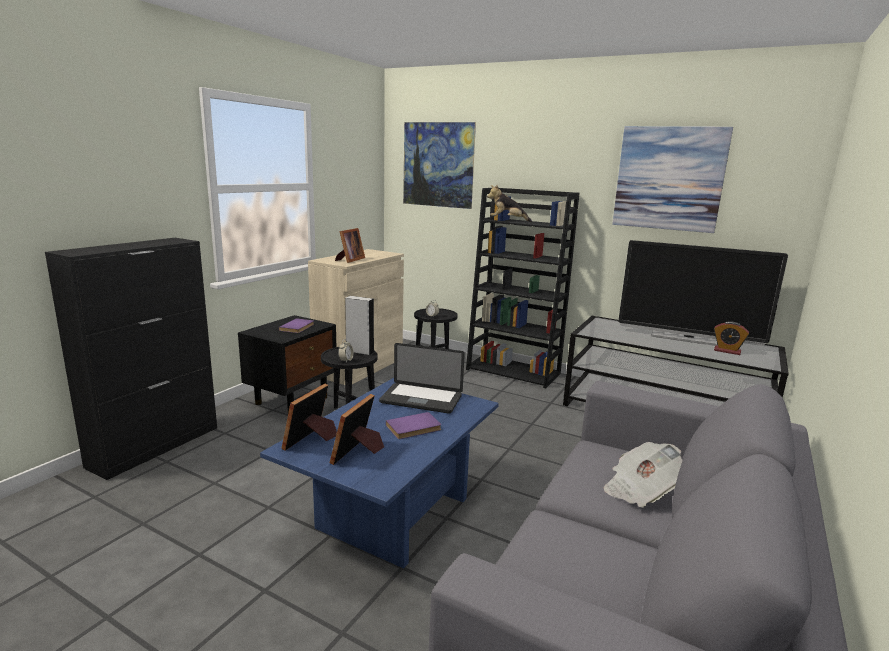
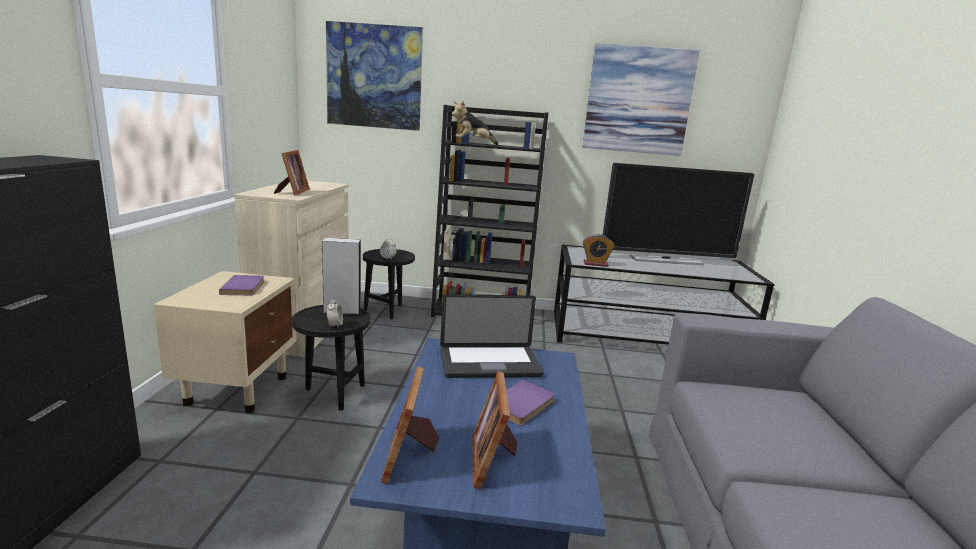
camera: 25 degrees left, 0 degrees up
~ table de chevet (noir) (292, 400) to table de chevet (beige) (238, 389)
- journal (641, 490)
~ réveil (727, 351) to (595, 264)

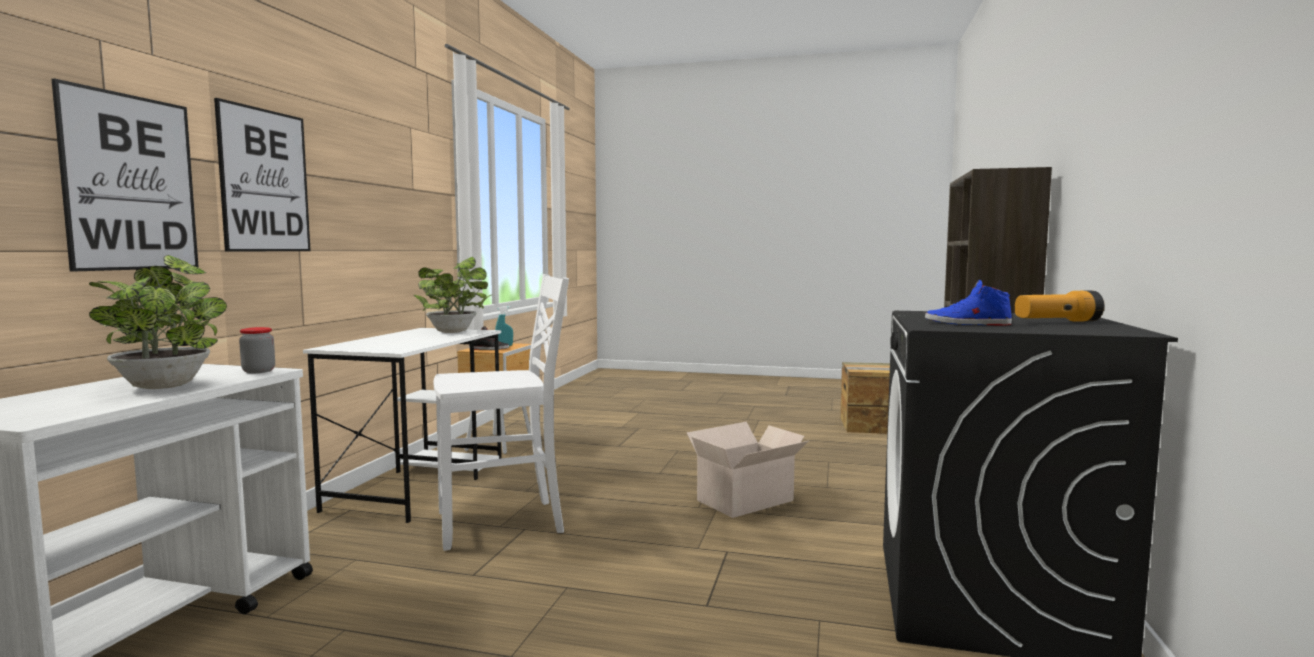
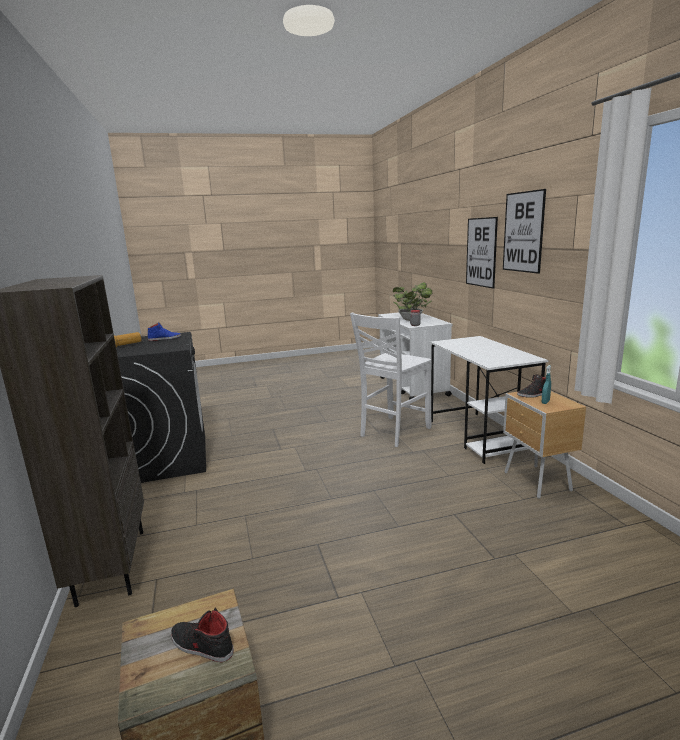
camera: 150 degrees right, 10 degrees up
~ tableau (131, 183) to (523, 232)
- plante en pot (454, 332)
- carton (747, 500)
+ chaussure (noir) (201, 645)

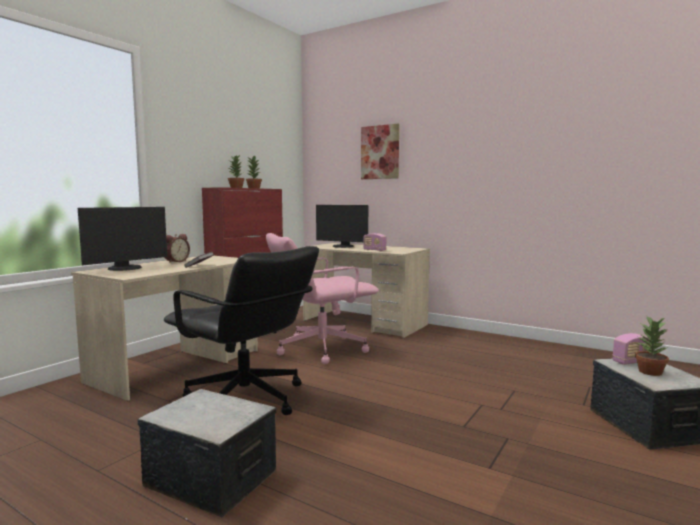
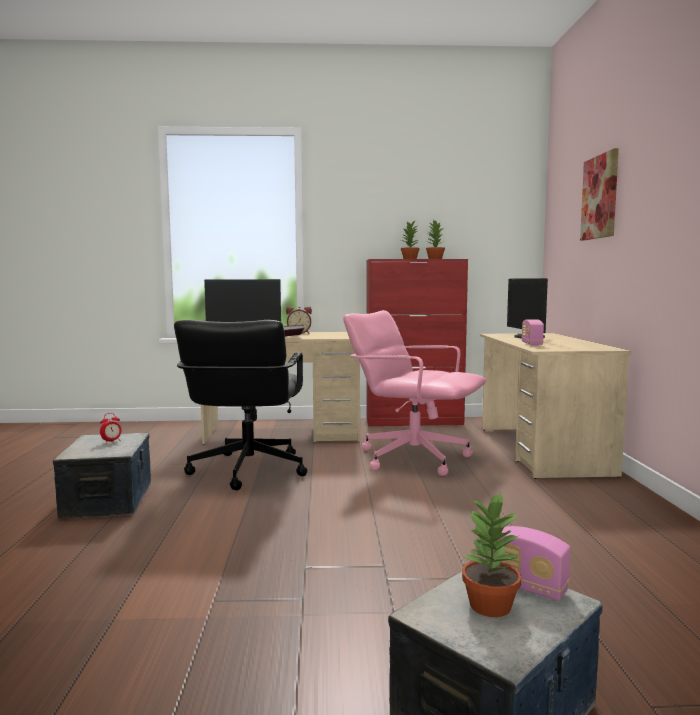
camera: 55 degrees right, 0 degrees up
+ réveil (111, 442)

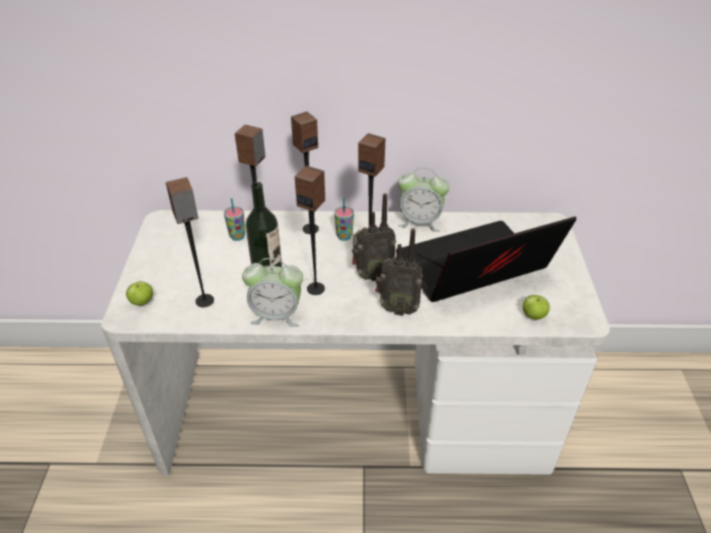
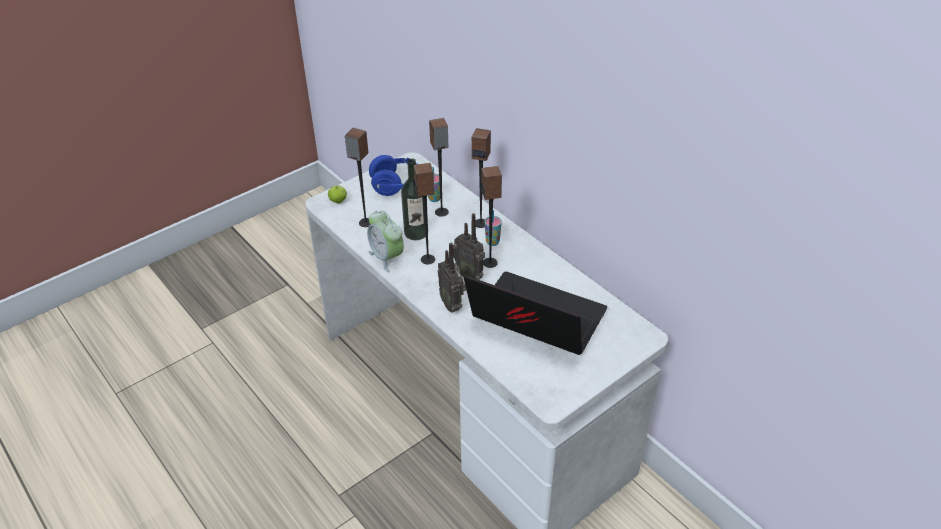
camera: 50 degrees right, 0 degrees up
- réveil (420, 221)
- pomme (533, 316)
+ casque audio (bleu) (396, 186)

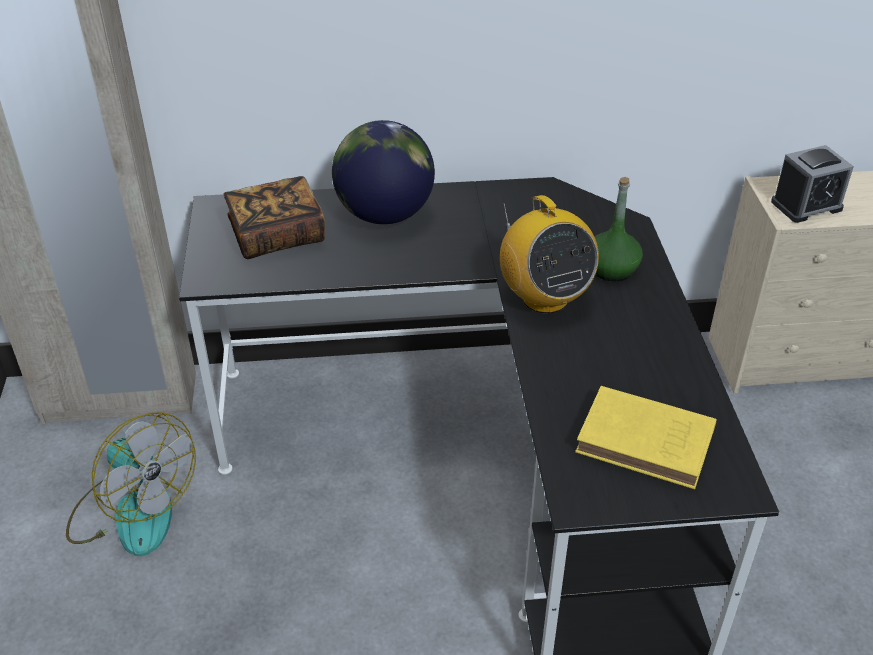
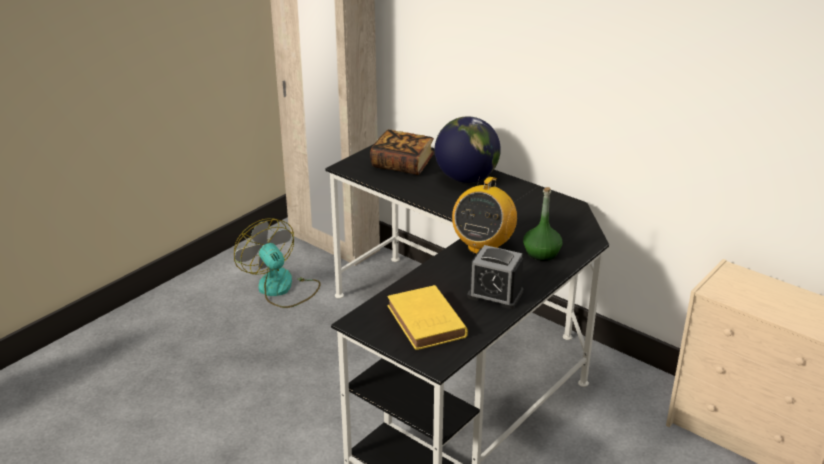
camera: 45 degrees right, 10 degrees down
~ ventilateur (133, 511) = (281, 289) 150 degrees clockwise
~ réveil (806, 205) to (495, 294)

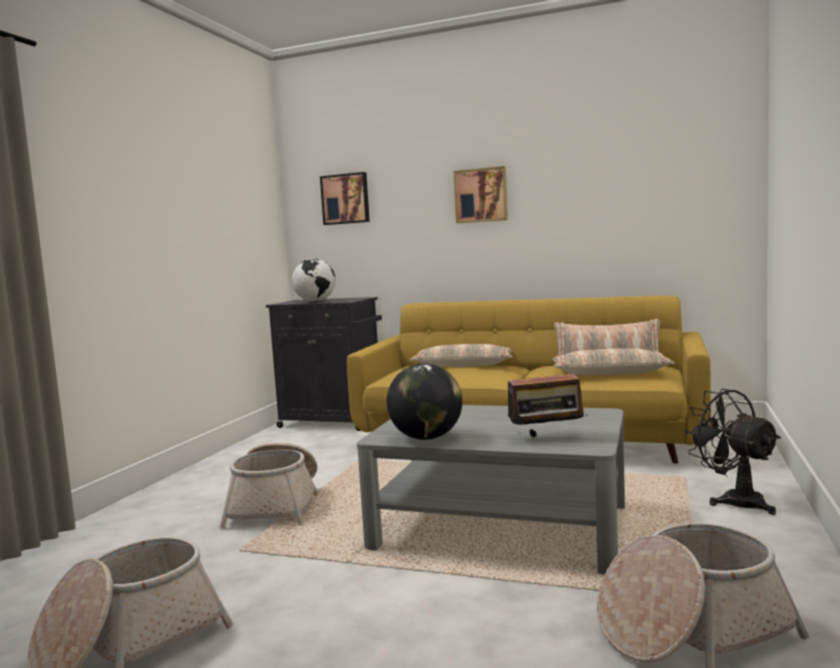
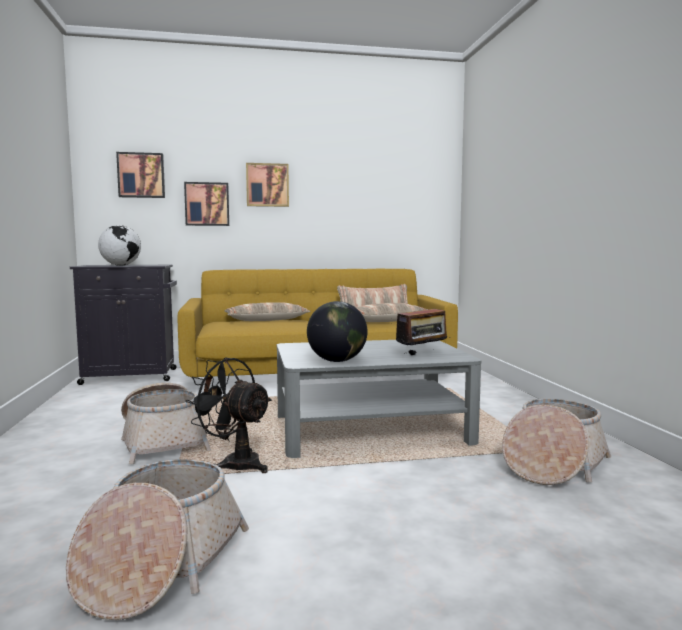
camera: 30 degrees left, 0 degrees up
~ ventilateur (noir) (734, 500) to (235, 463)
+ tableau (207, 204)

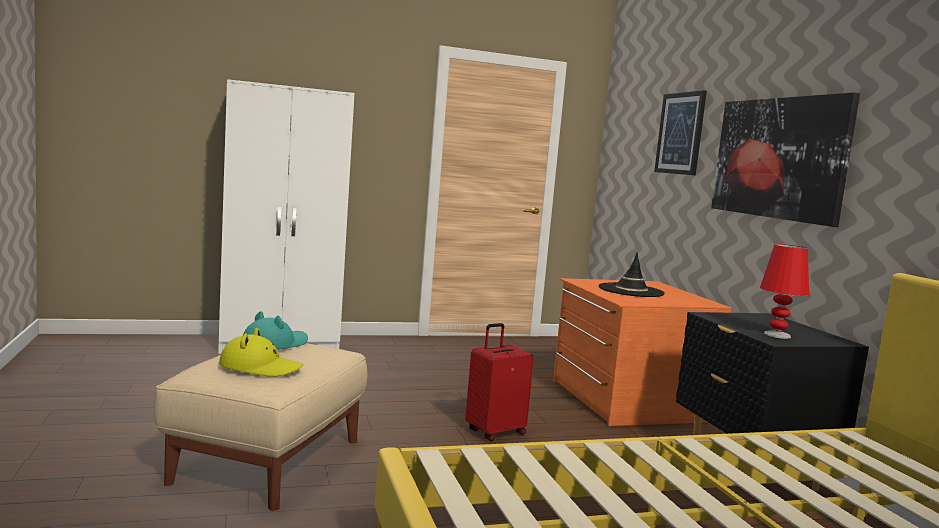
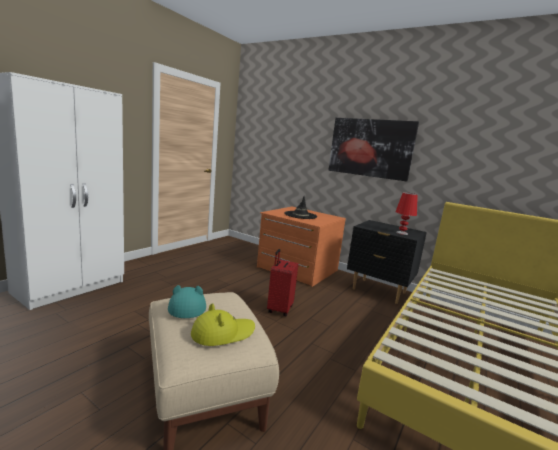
camera: 40 degrees left, 5 degrees up
- tableau (680, 133)

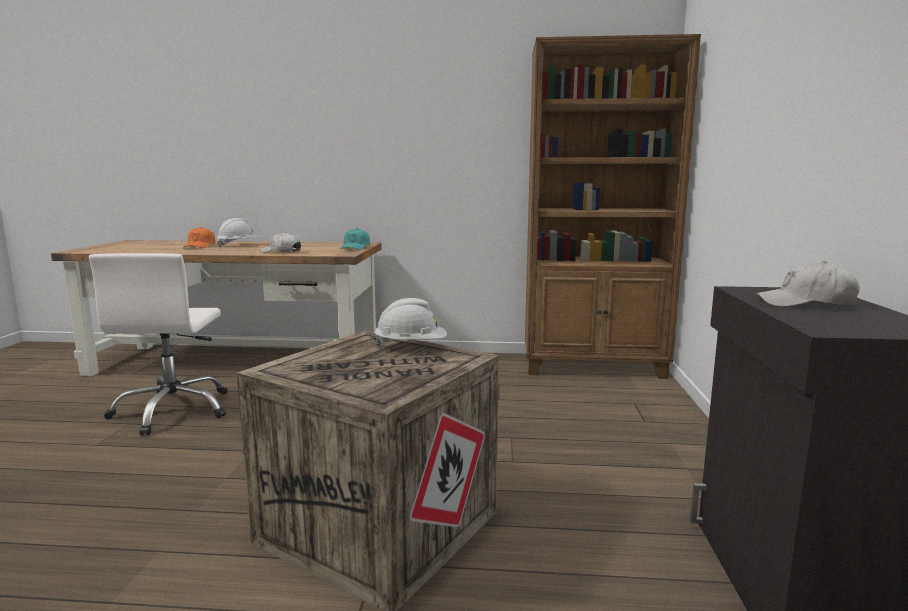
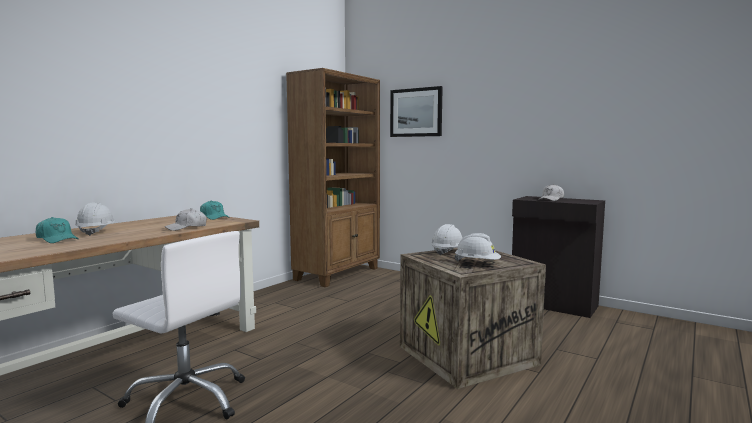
camera: 60 degrees left, 5 degrees down
~ casquette (orange) (200, 246) to casquette (turquoise) (57, 239)
+ tableau (416, 112)
+ casque de chantier (blanc) (477, 263)

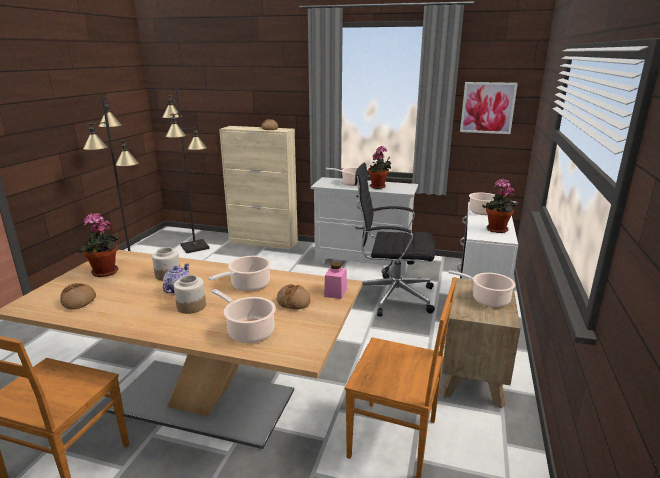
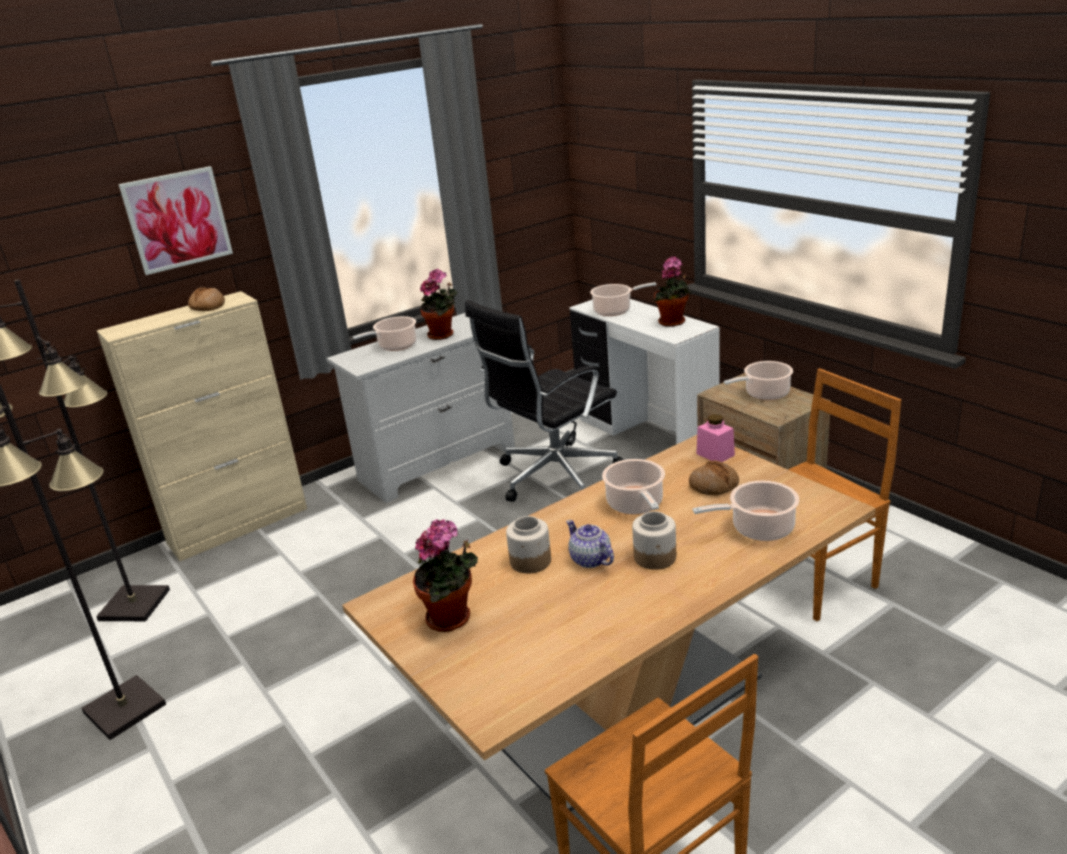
camera: 50 degrees left, 5 degrees up
- pain (79, 301)
~ tableau (487, 108) to (177, 220)

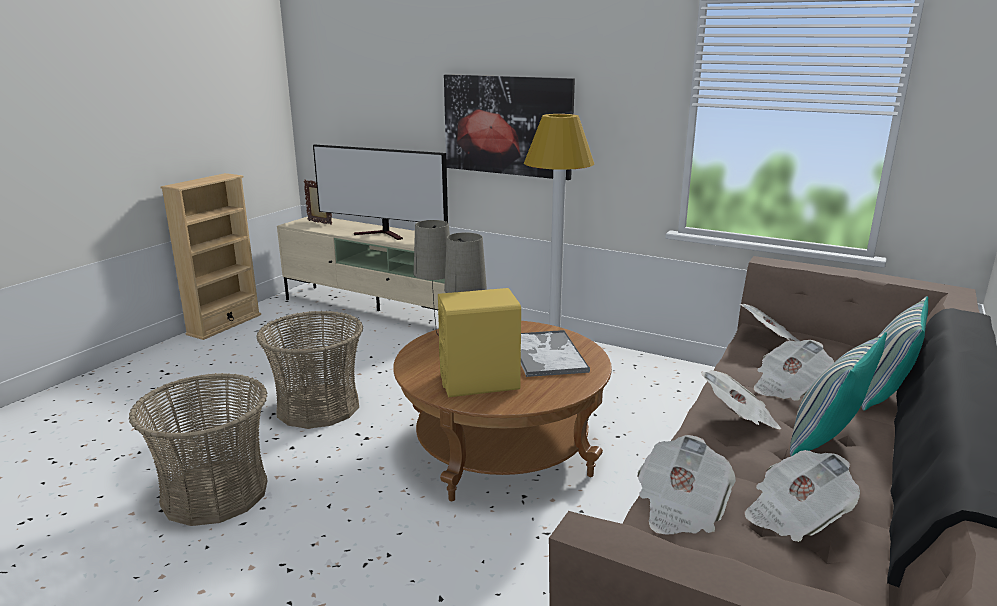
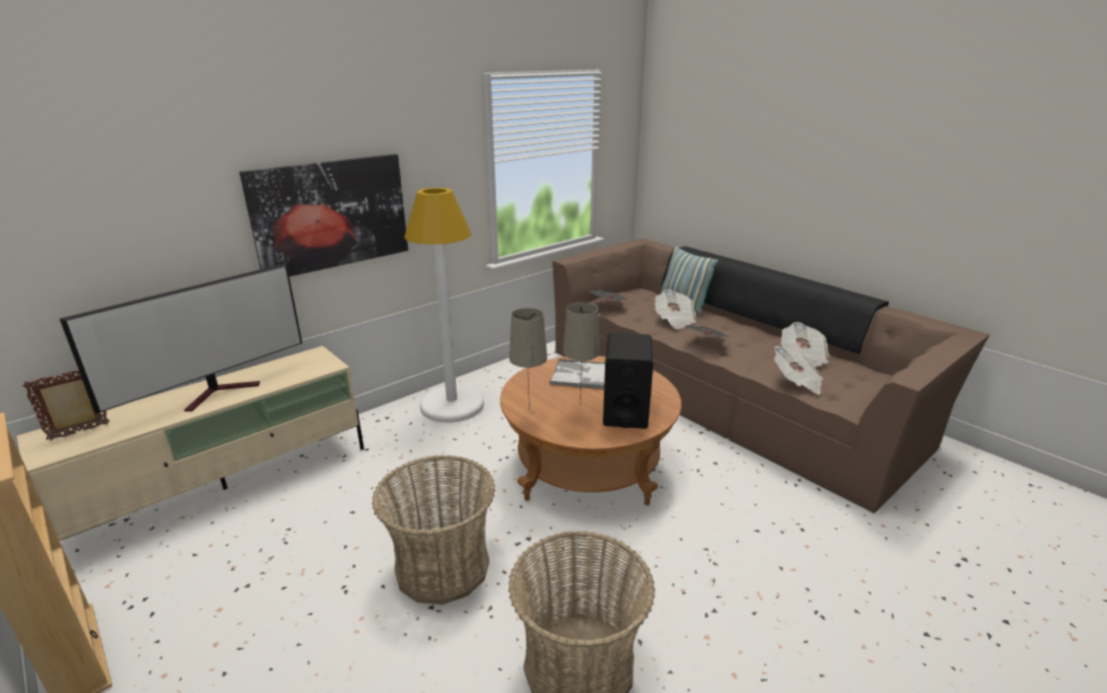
camera: 70 degrees left, 5 degrees up
~ enceinte (jaune) (480, 382) to enceinte (noir) (625, 411)
- coussin (825, 440)

